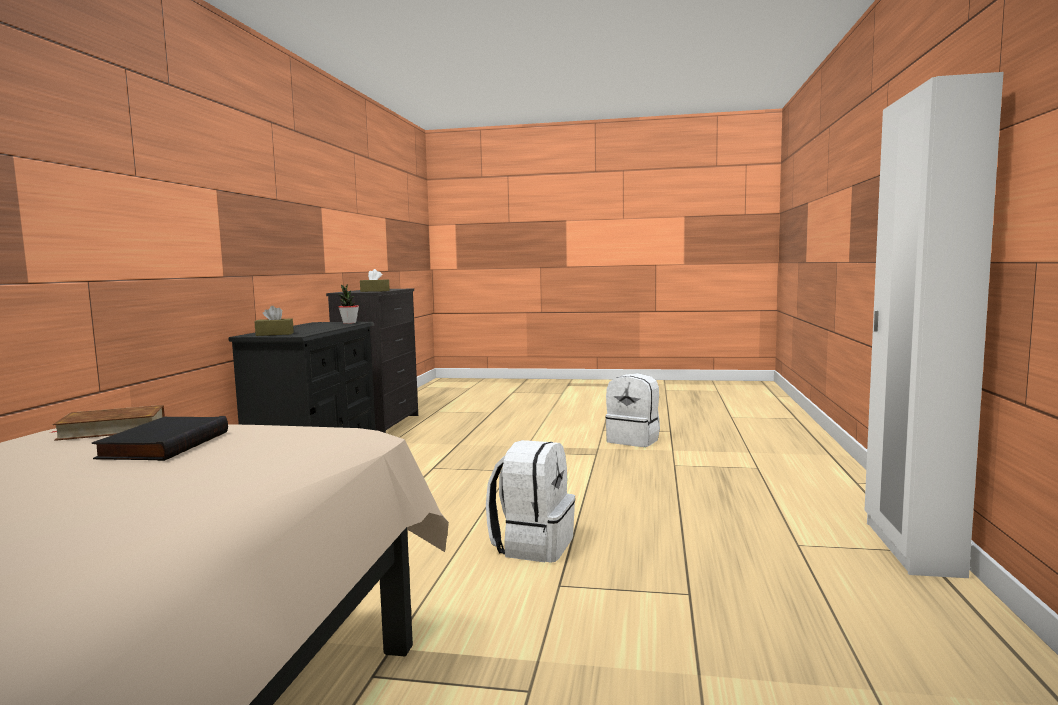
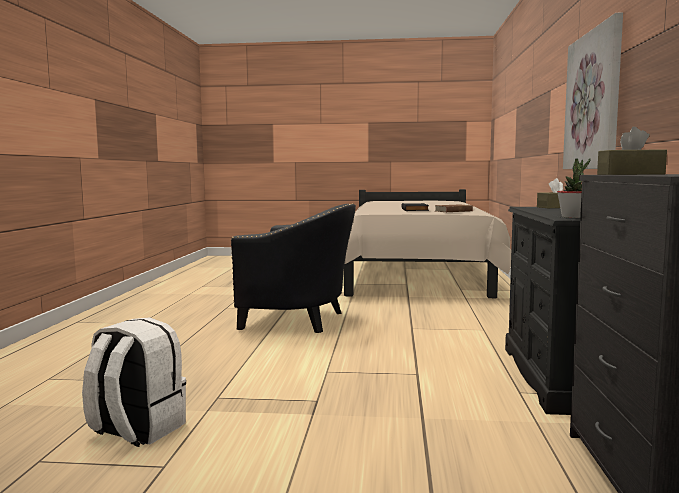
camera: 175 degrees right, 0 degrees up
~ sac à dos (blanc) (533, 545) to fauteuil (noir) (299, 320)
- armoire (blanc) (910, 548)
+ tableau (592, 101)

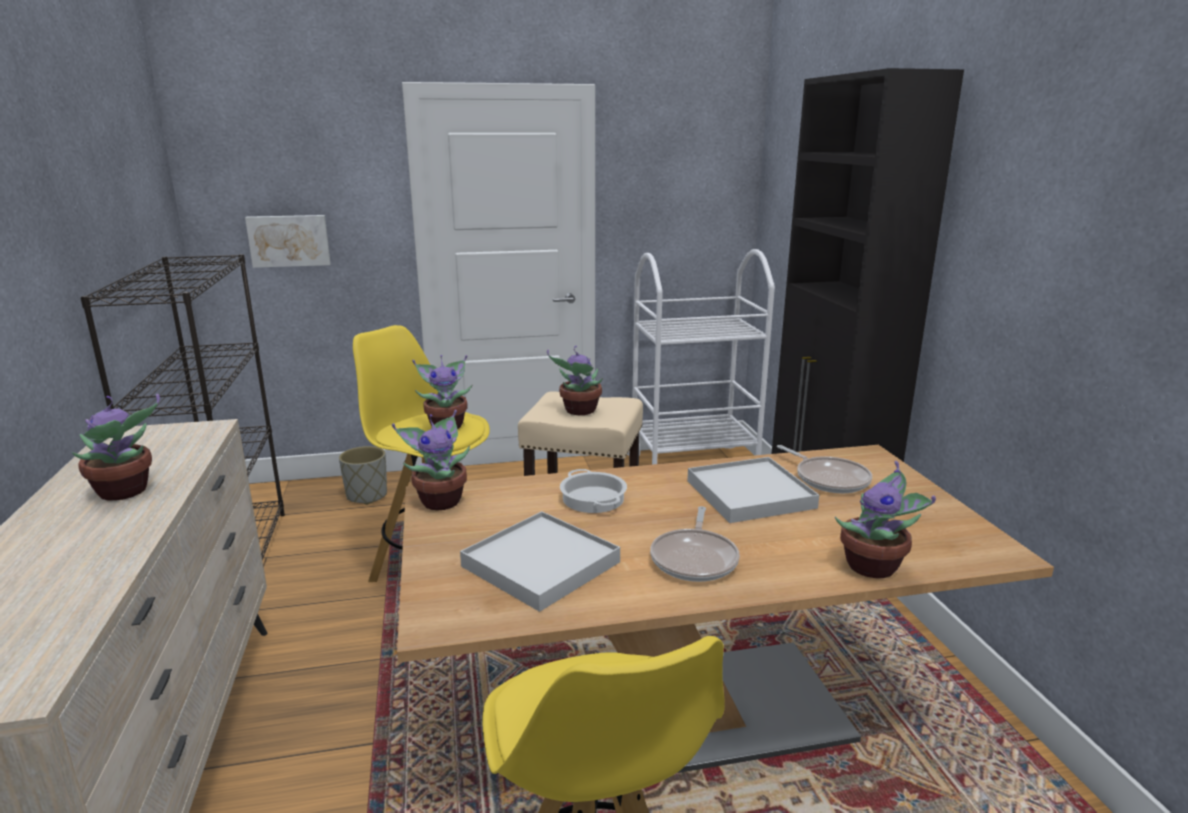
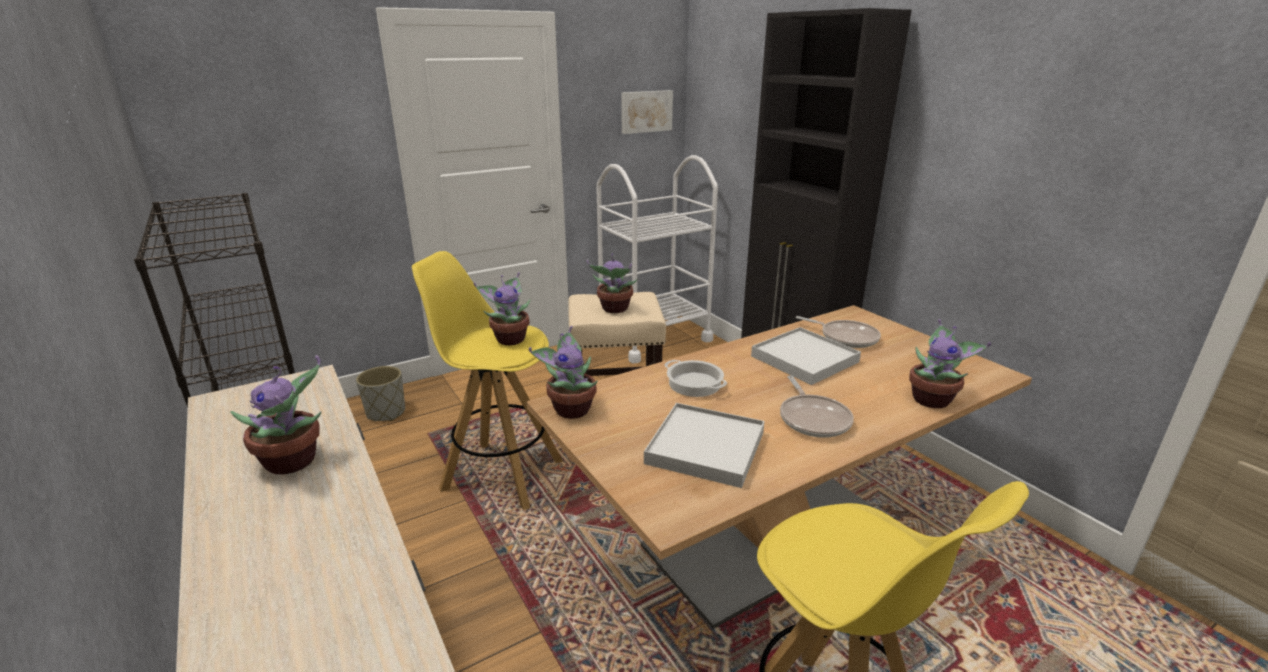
camera: 20 degrees left, 5 degrees up
~ tableau (289, 240) to (645, 111)

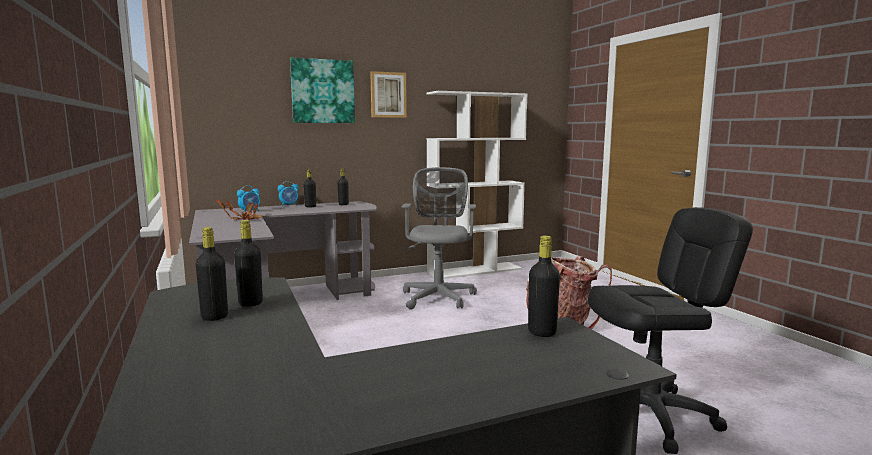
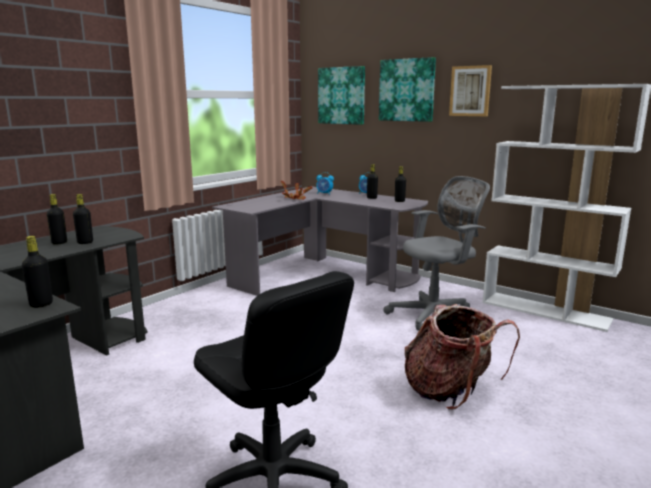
camera: 60 degrees right, 5 degrees up
+ tableau (341, 95)

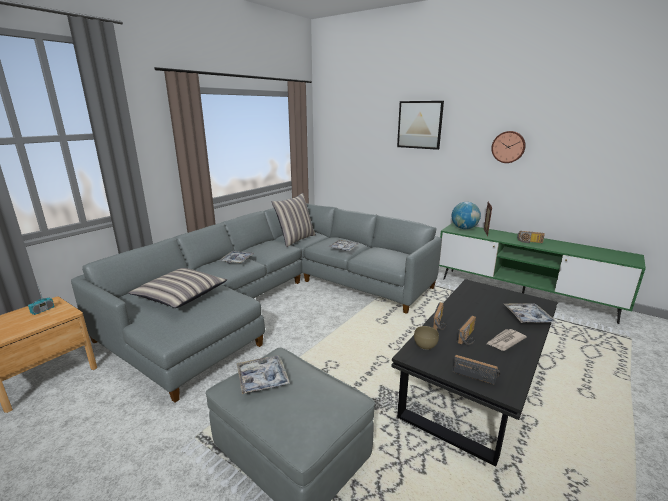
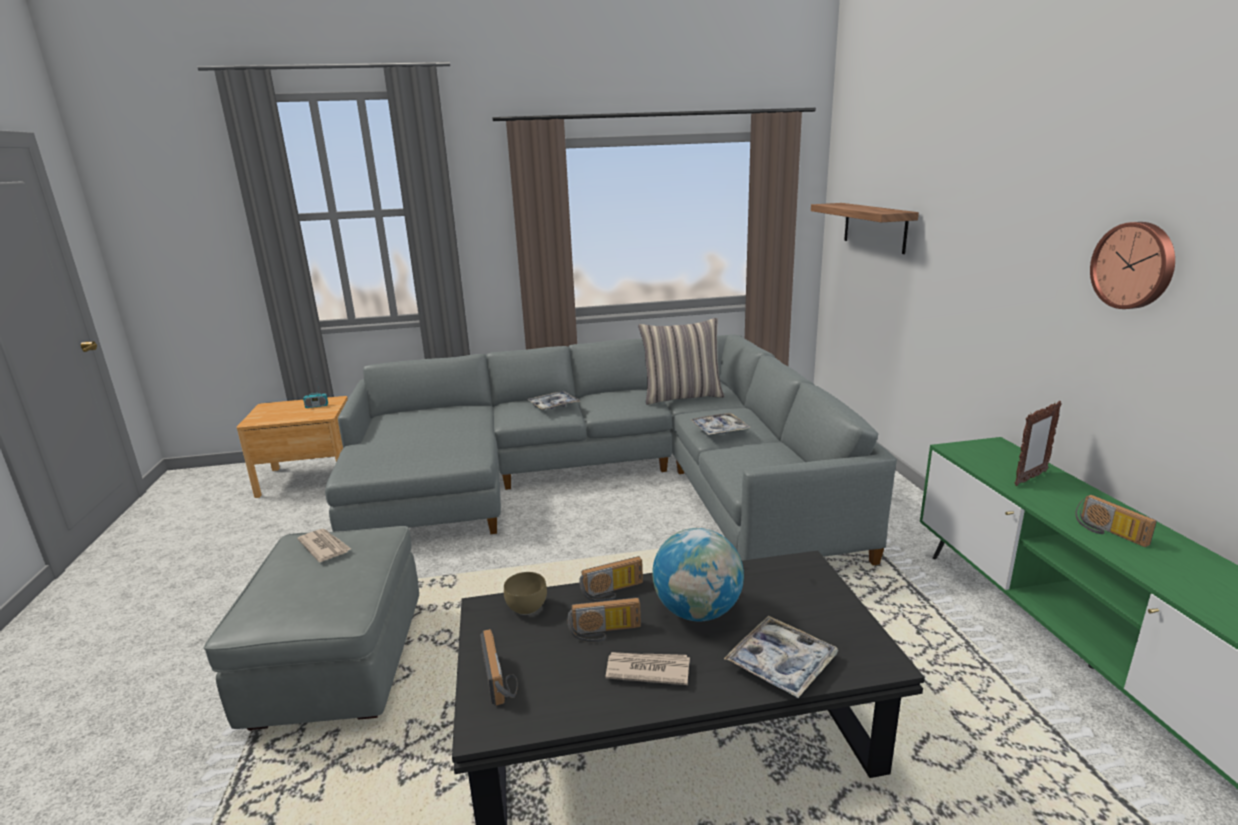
camera: 45 degrees right, 0 degrees up
- coussin (181, 295)
~ plateau (262, 379) to journal (324, 547)
- tableau (419, 125)
~ globe (464, 228) to (697, 611)
+ étagère (874, 227)

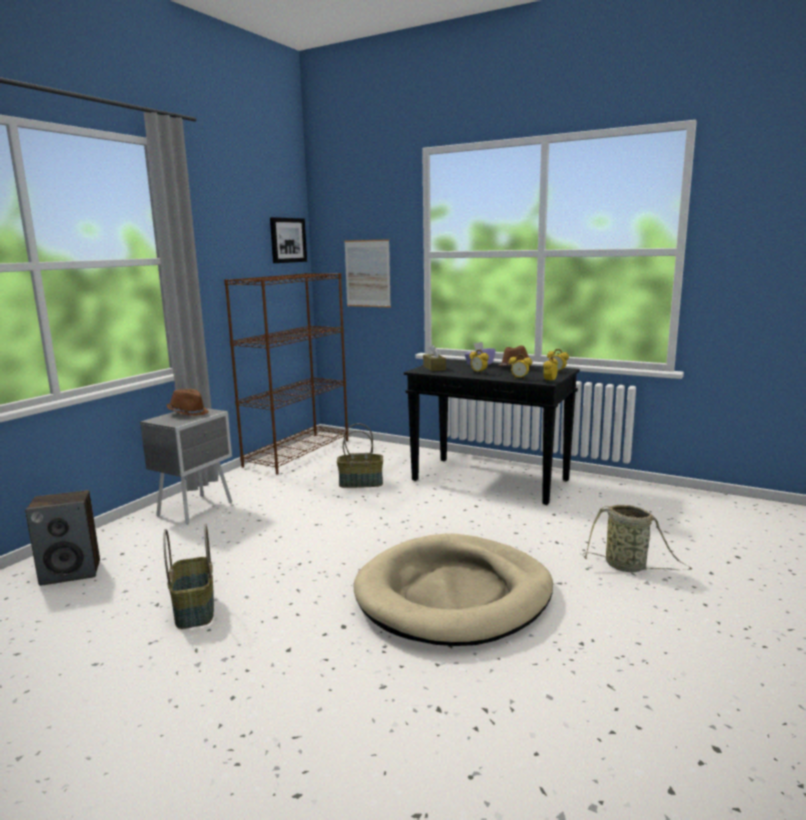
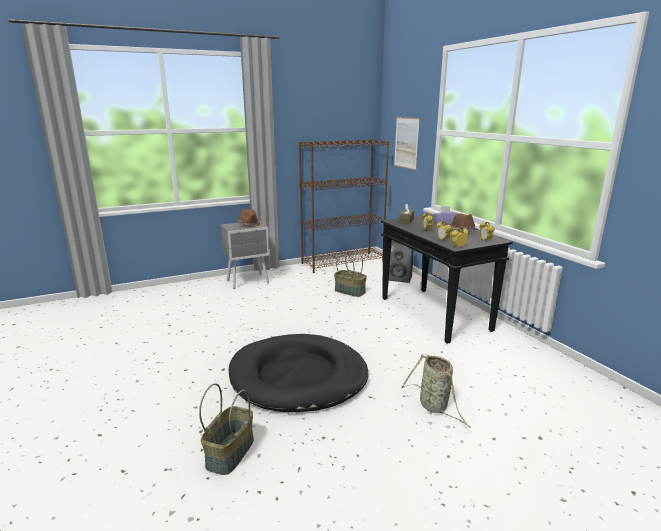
camera: 35 degrees right, 5 degrees up
~ enceinte (71, 572) to (399, 278)
~ panier (193, 609) to (230, 452)
- tableau (287, 240)
~ panier pour chien (beige) (454, 595) to panier pour chien (noir) (298, 377)

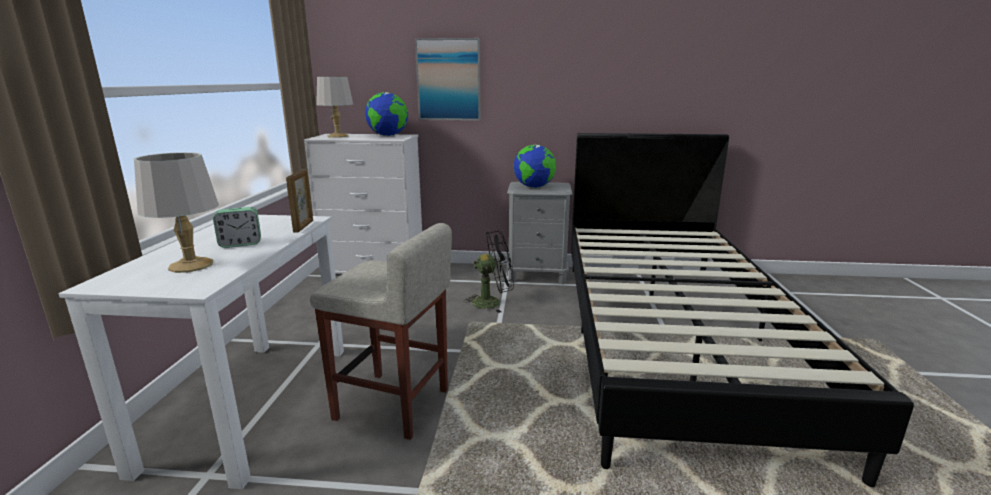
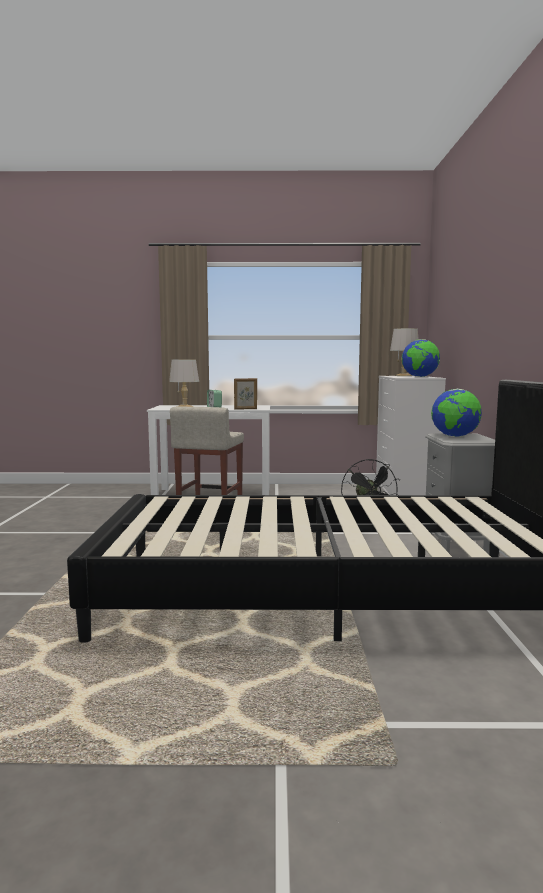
camera: 85 degrees right, 10 degrees down
- tableau (449, 80)

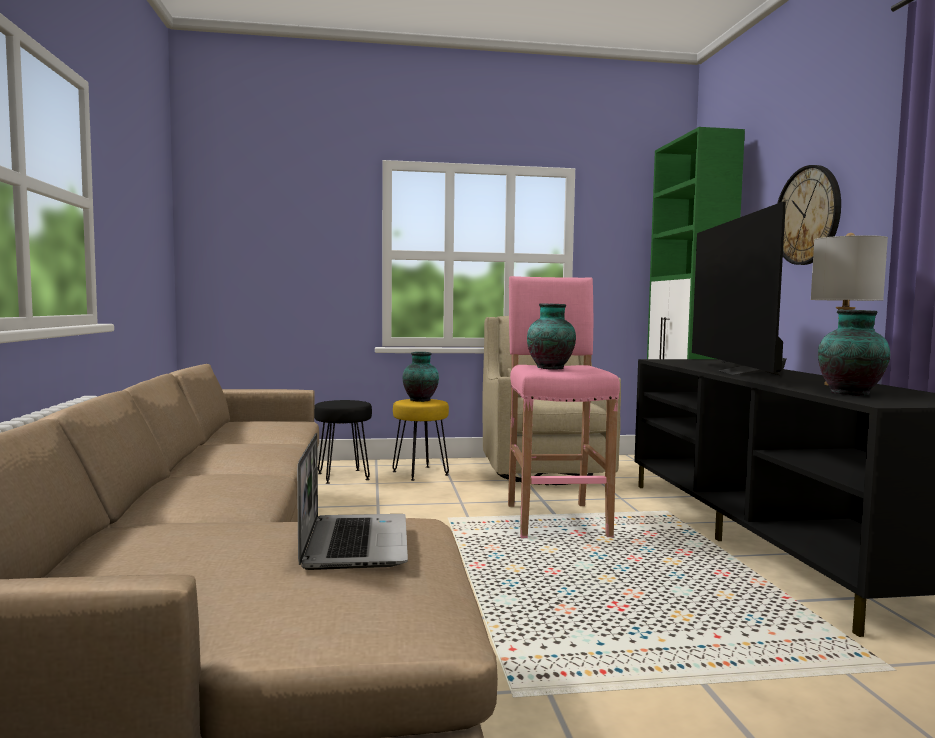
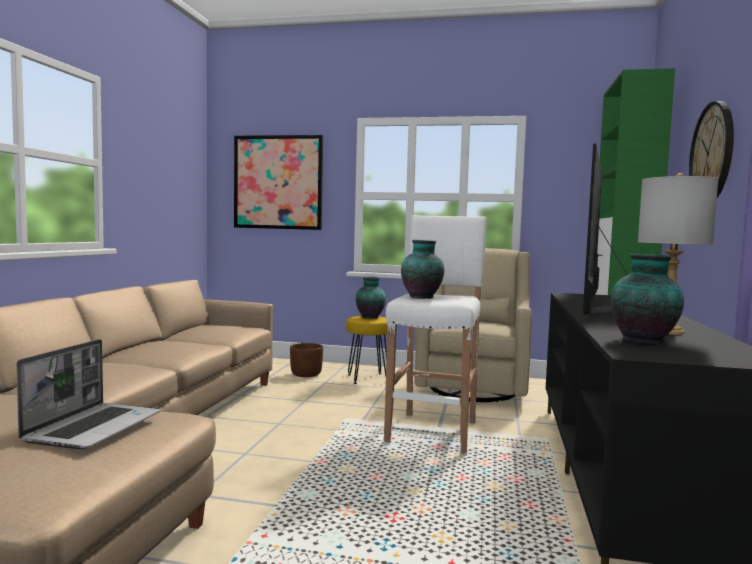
camera: 20 degrees right, 0 degrees up
~ tabouret (noir) (343, 476) to cache-pot (marron) (306, 374)
~ tabouret (rose) (555, 519) to tabouret (blanc) (433, 432)
+ tableau (278, 182)

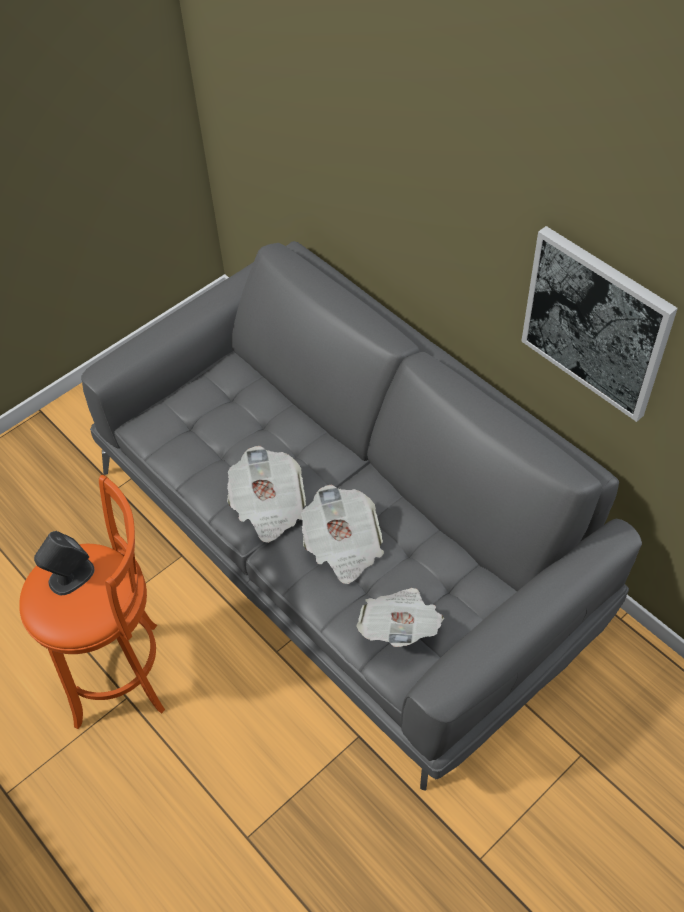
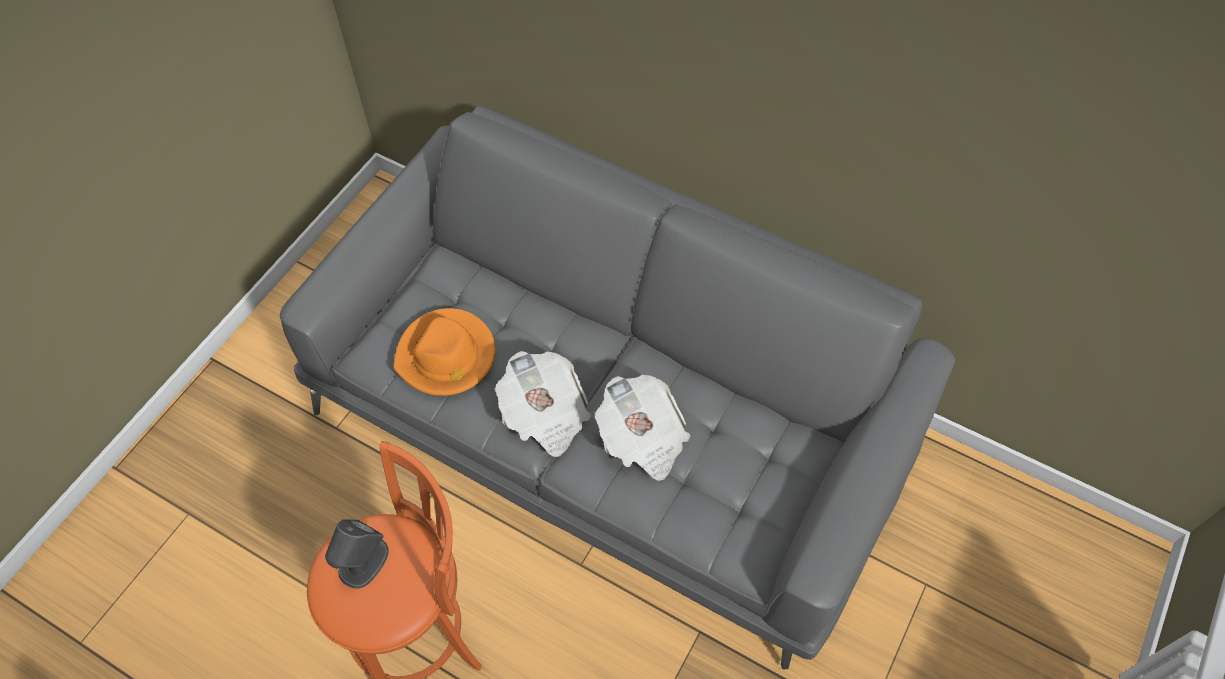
camera: 20 degrees left, 5 degrees up
- journal (400, 627)
- tableau (596, 323)
+ chapeau (orange) (446, 356)

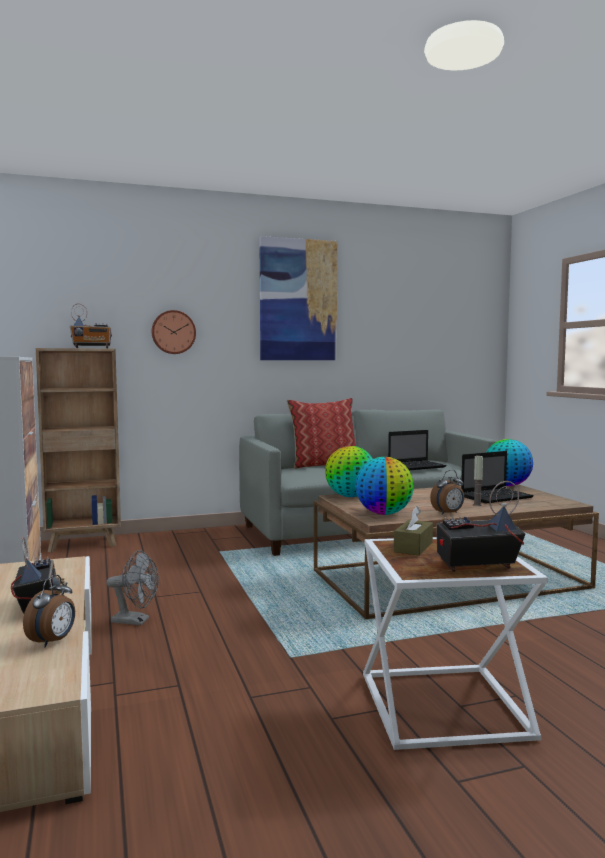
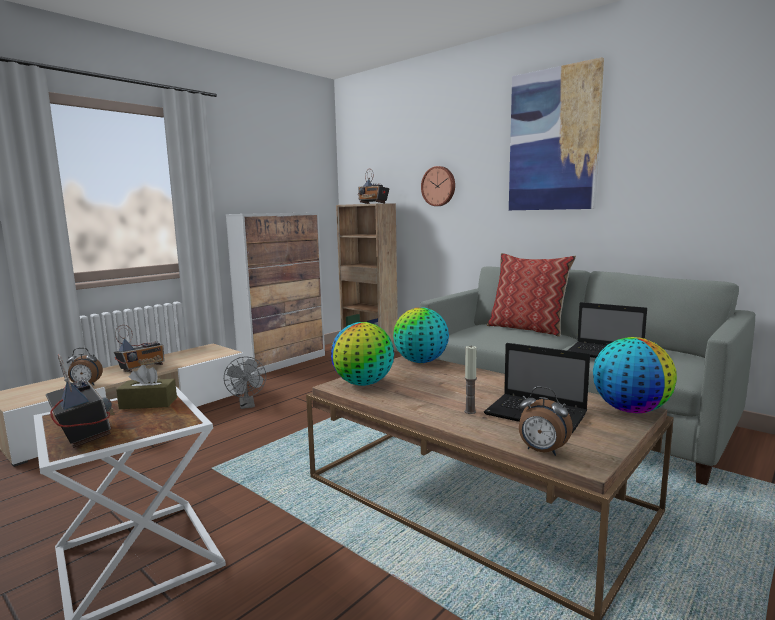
camera: 60 degrees right, 5 degrees up
~ réveil (448, 513) to (542, 451)

